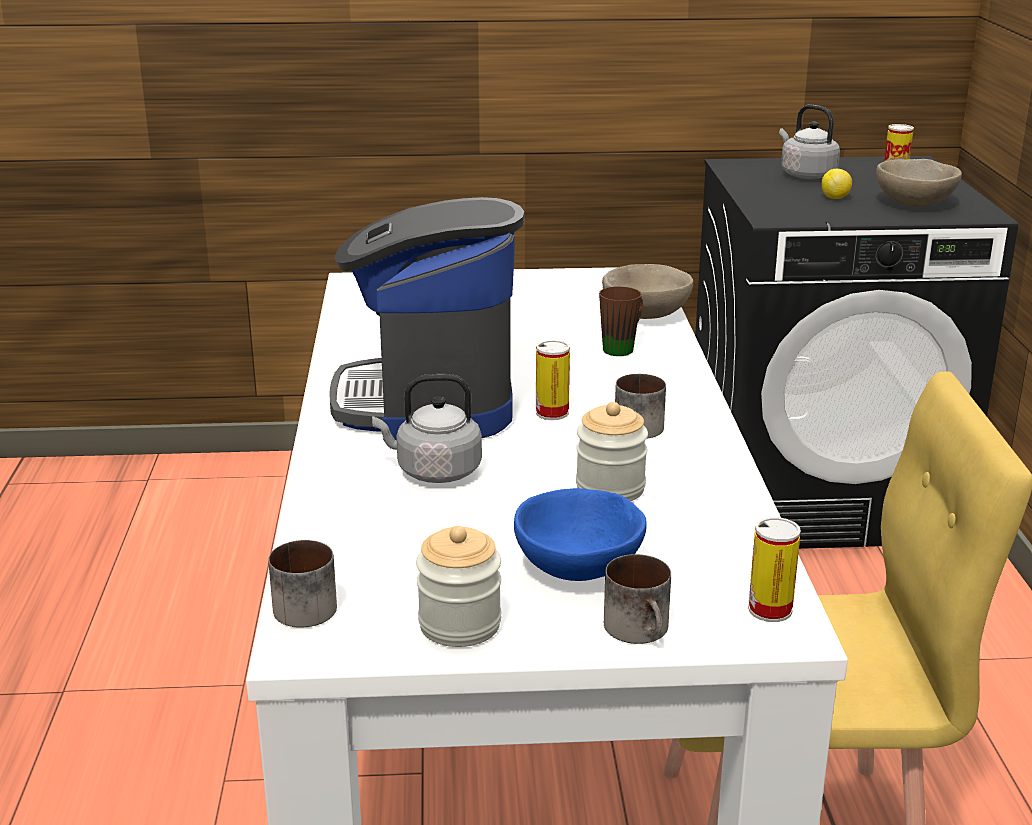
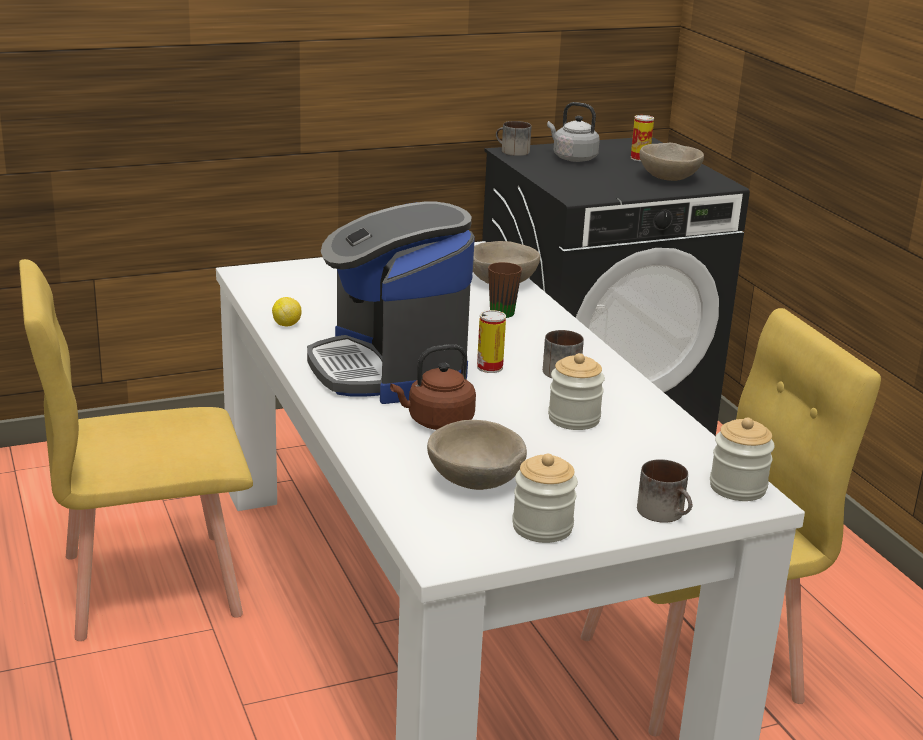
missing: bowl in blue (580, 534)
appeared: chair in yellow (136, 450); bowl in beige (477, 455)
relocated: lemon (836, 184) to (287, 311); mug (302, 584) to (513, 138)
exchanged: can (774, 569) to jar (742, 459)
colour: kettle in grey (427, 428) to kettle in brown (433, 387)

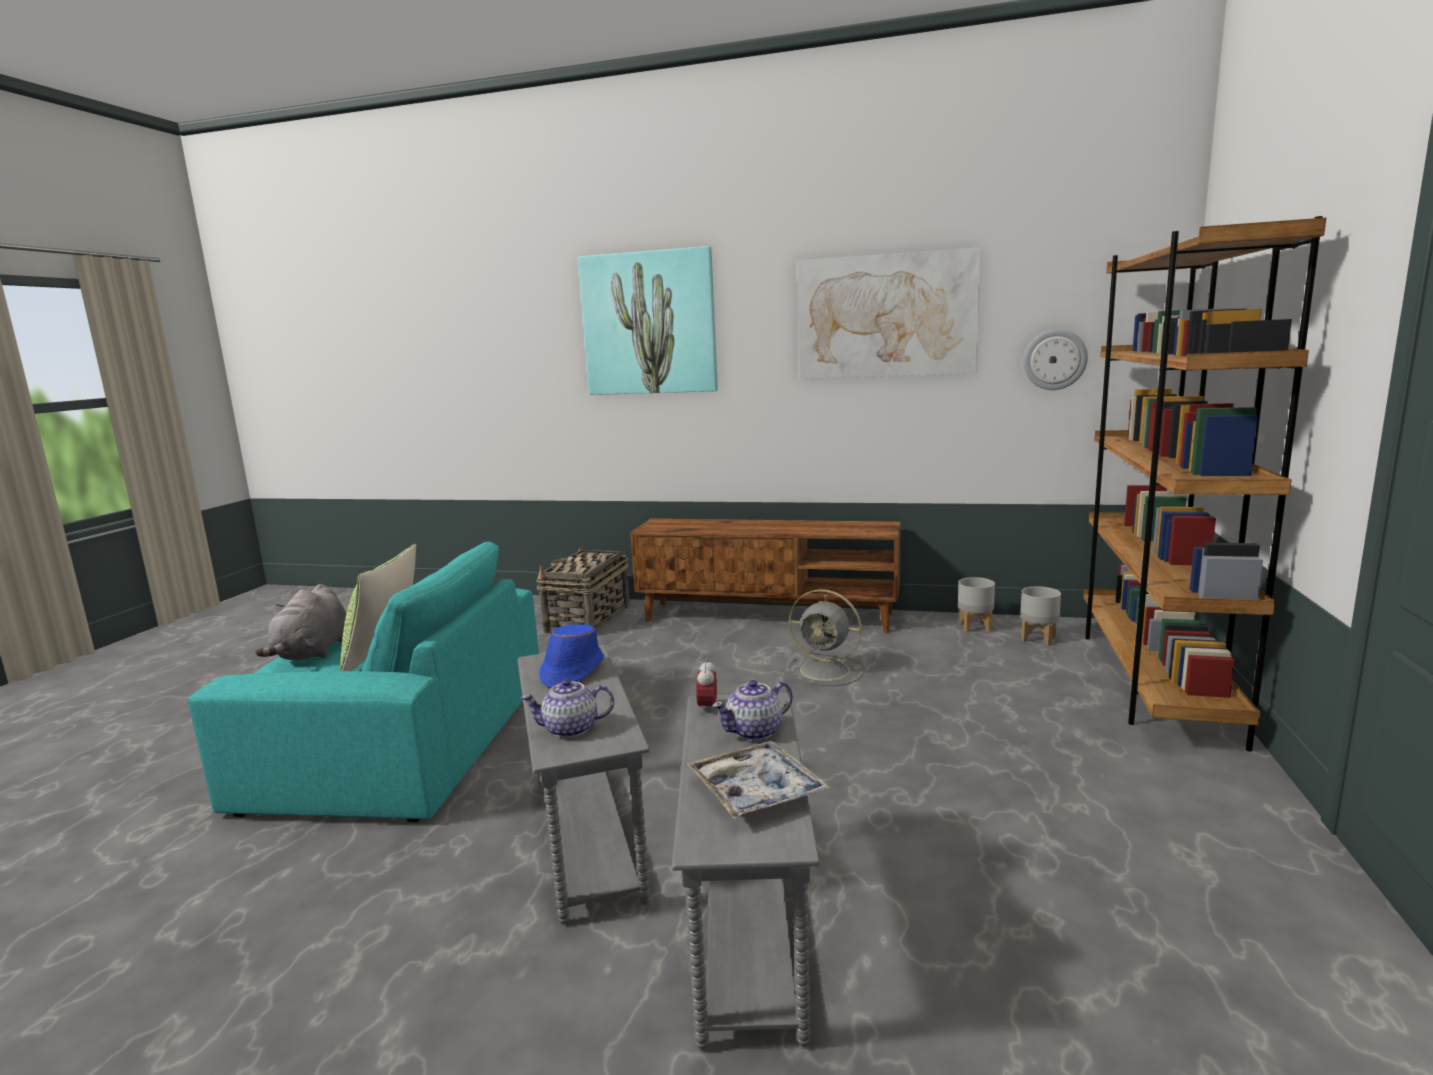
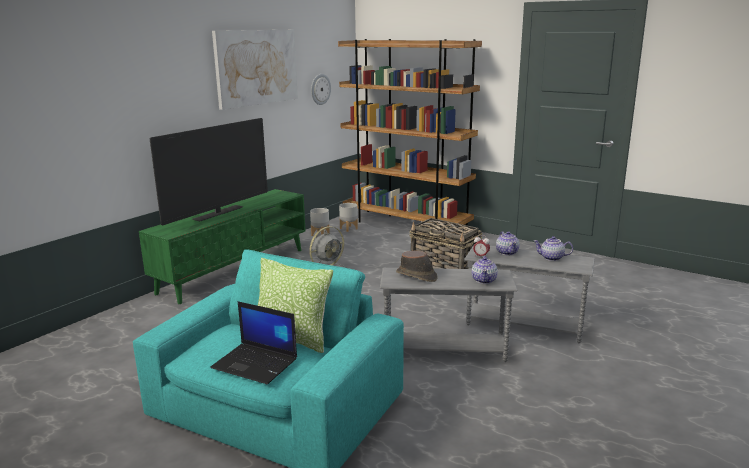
missing: picture (648, 320)
appeared: television (209, 171)
relocated: basket (583, 588) to (445, 243)
exchanged: plush toy in grey (300, 622) to laptop (253, 342); tray (758, 780) to teapot (553, 248)
colour: tv stand in brown (765, 575) to tv stand in green (222, 246); hat in blue (571, 656) to hat in brown (417, 266)

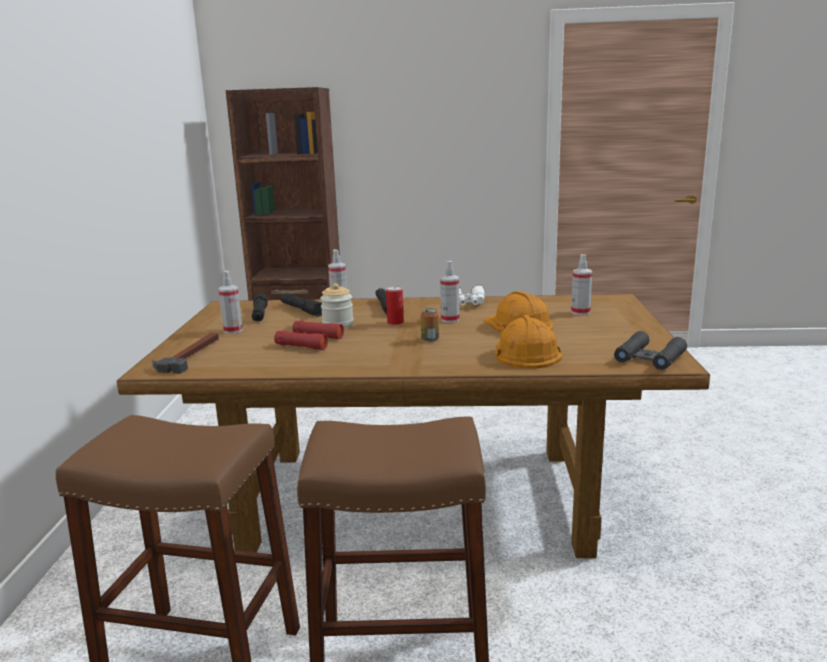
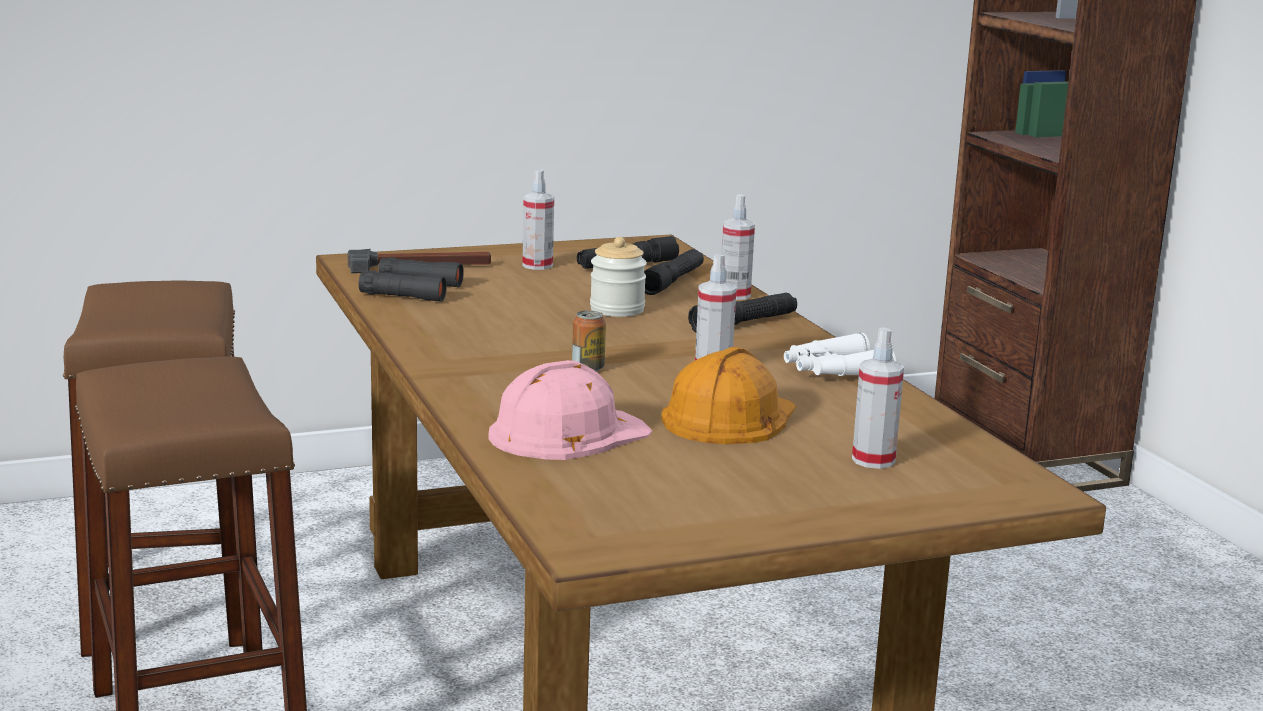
missing: binoculars in red (309, 335); can (395, 305)
relocated: binoculars in black (650, 350) to (411, 279)
colour: hard hat in orange (529, 342) to hard hat in pink (570, 410)

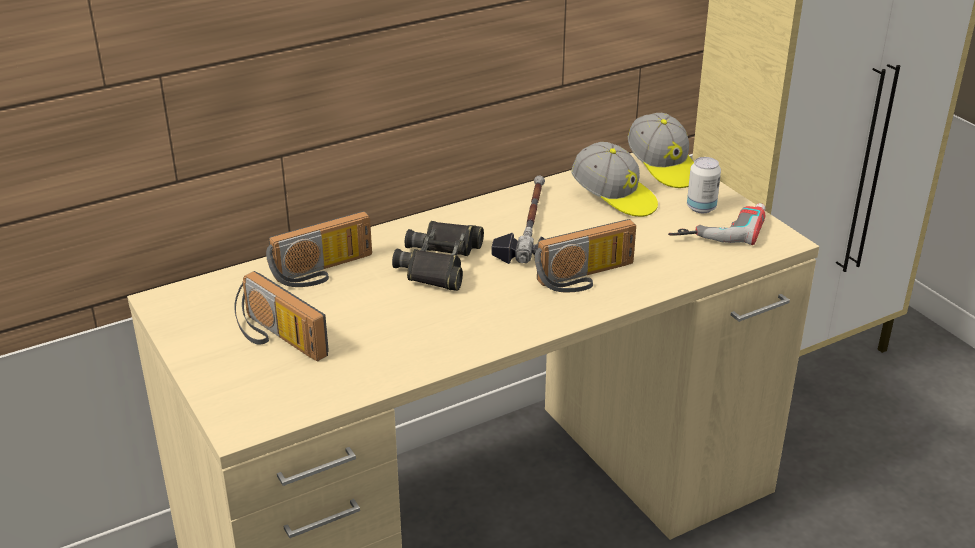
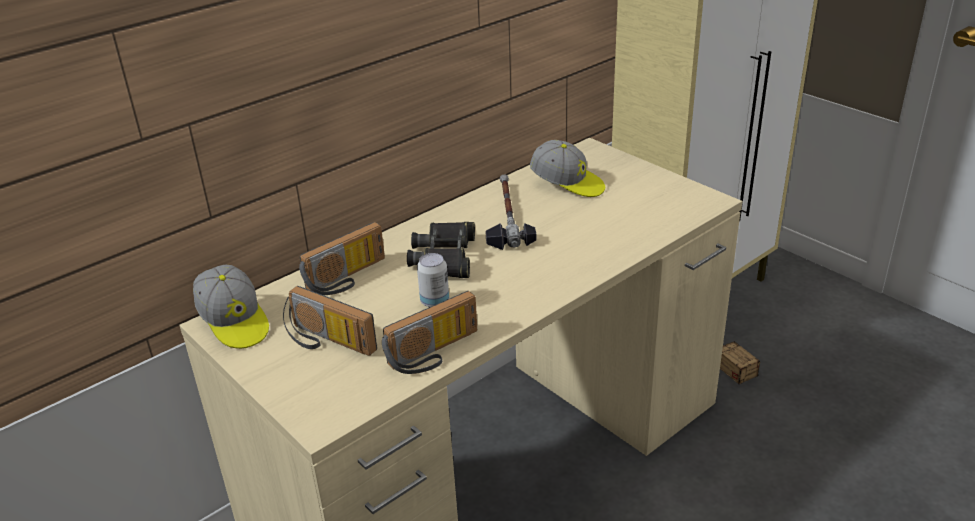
missing: power drill (717, 224)
appeared: storage box (762, 363)
relocated: cap (661, 150) to (231, 307); radio (585, 256) to (429, 332); can (704, 185) to (433, 280)

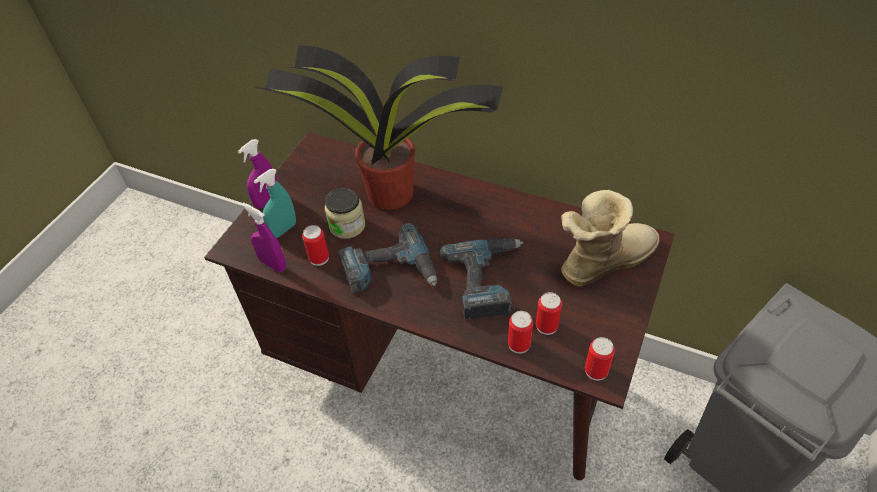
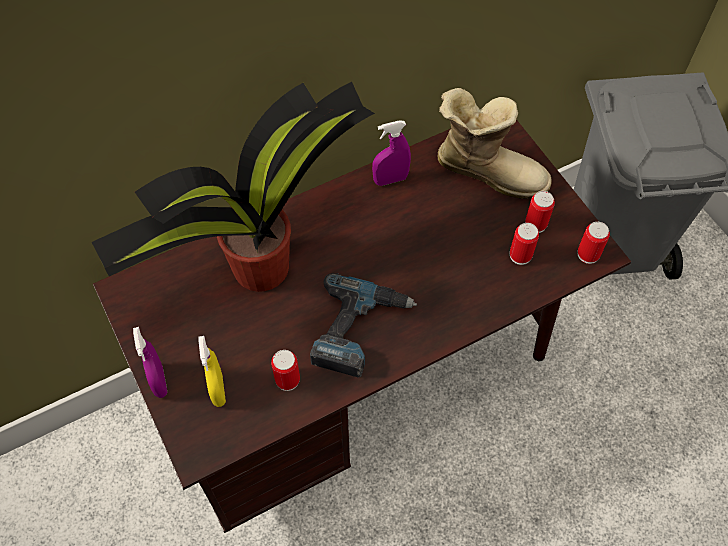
missing: jar (345, 213); power drill (482, 279)
relocated: spray bottle in purple (264, 237) to (391, 153); can (520, 332) to (540, 212)
colour: spray bottle in turquoise (275, 203) to spray bottle in yellow (212, 371)
spun: boot (610, 238) = (495, 143) 105 degrees clockwise

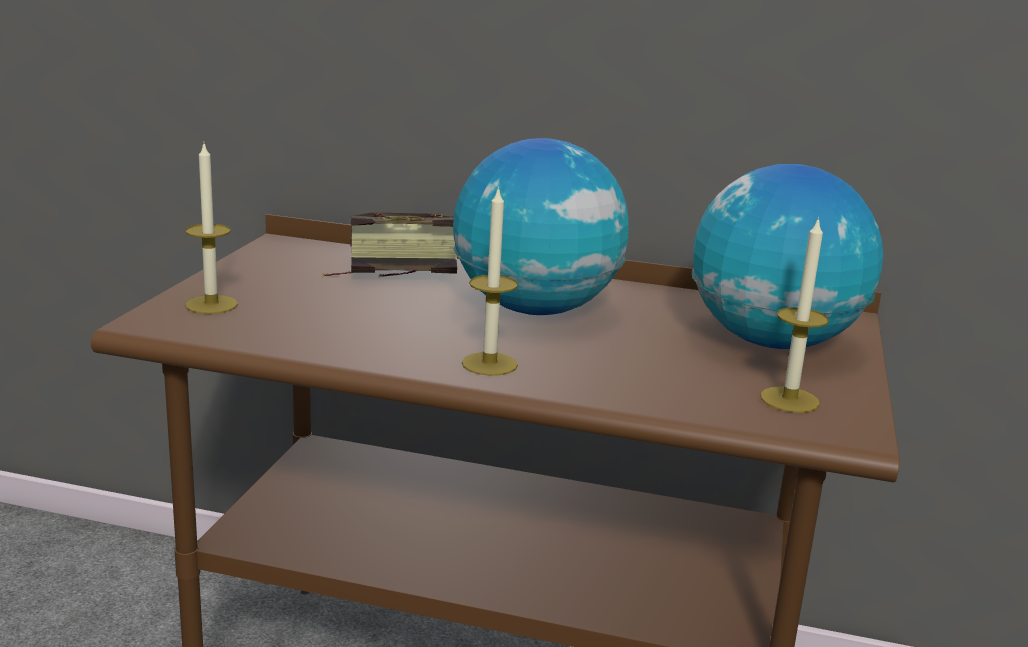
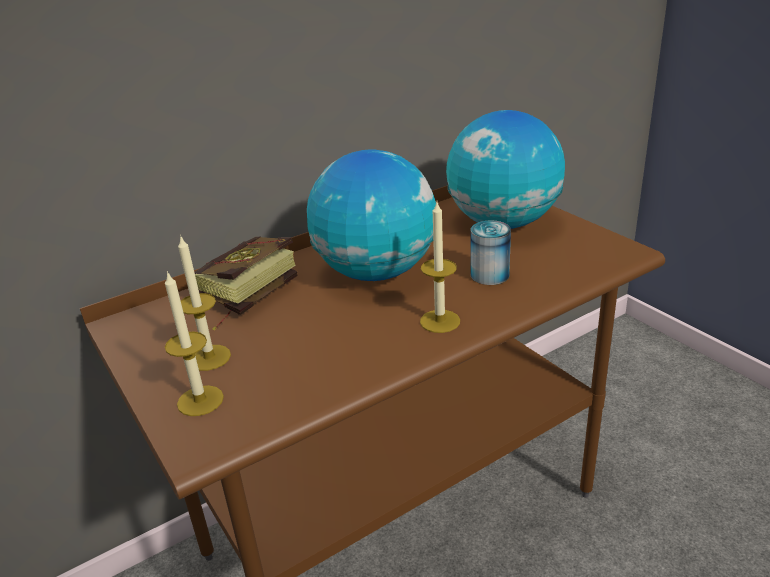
appeared: can (491, 252)
relocated: candle (794, 315) to (204, 303)

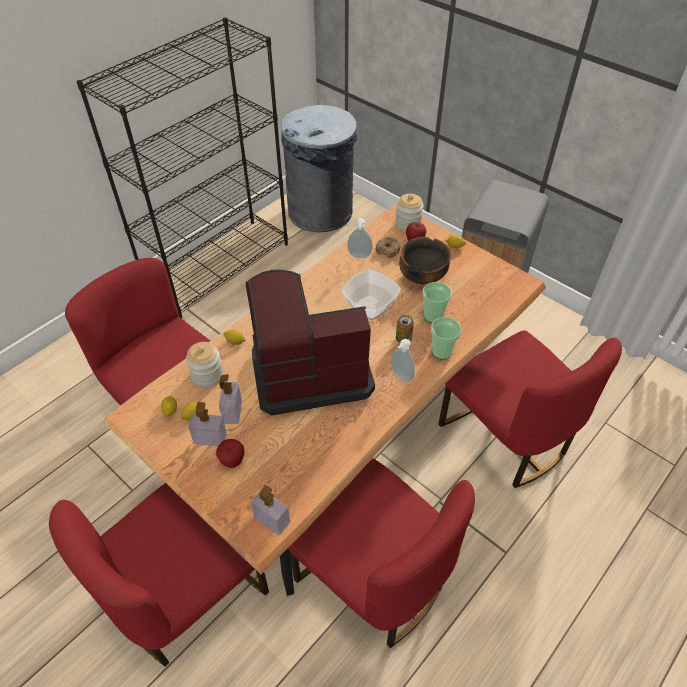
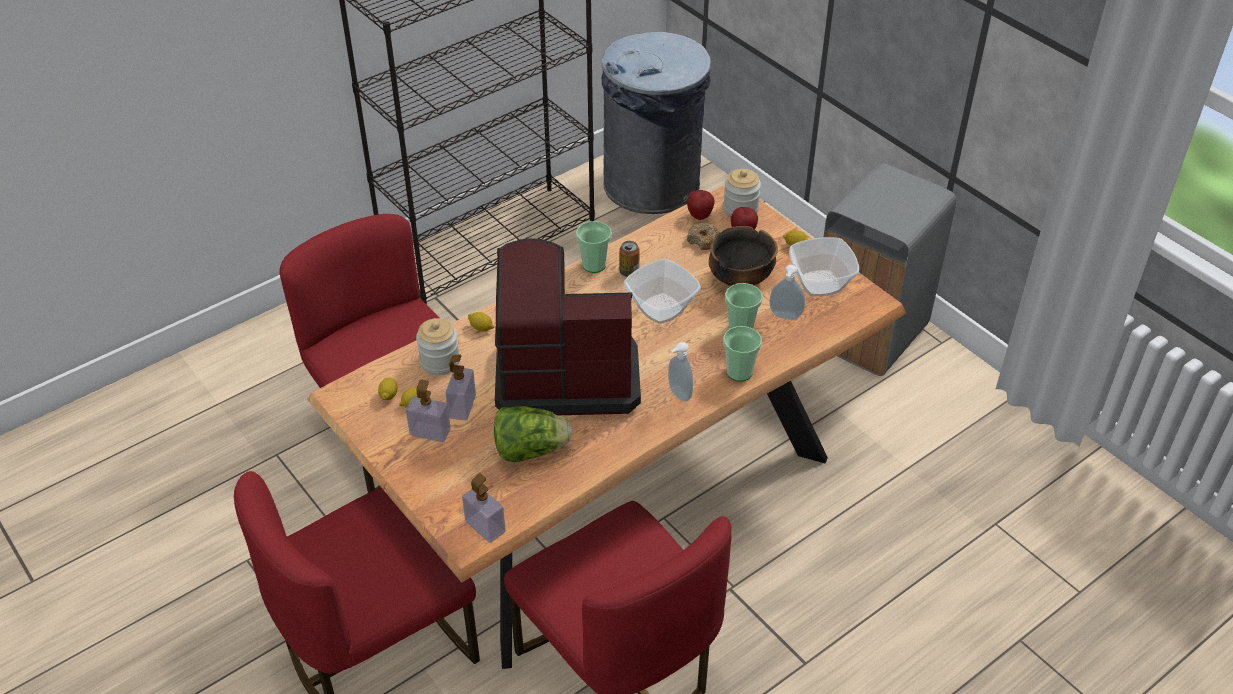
missing: chair in red (530, 409)
appeared: lettuce (533, 434); cup (594, 247); bowl (824, 266)
relocated: can (405, 329) to (629, 259); apple (230, 453) to (701, 205); soap dispenser (360, 238) to (787, 292)

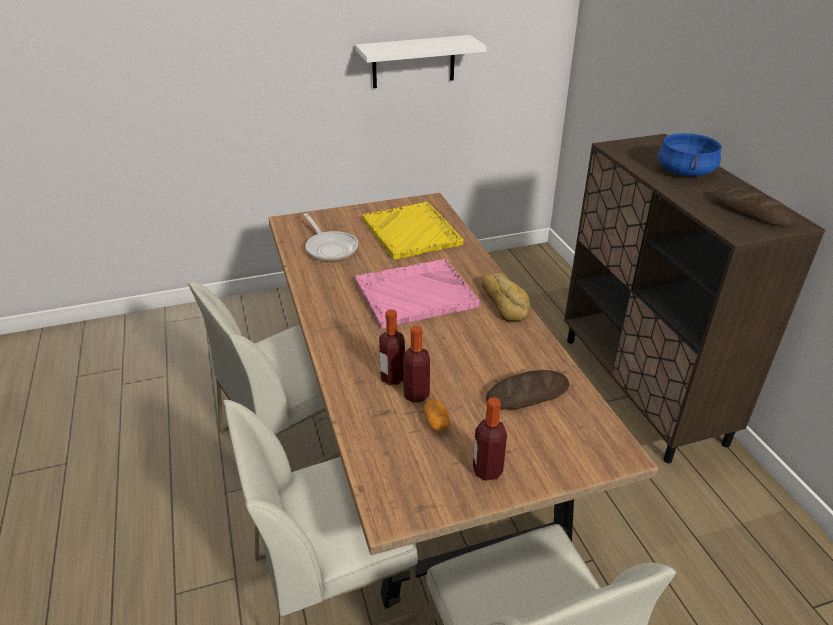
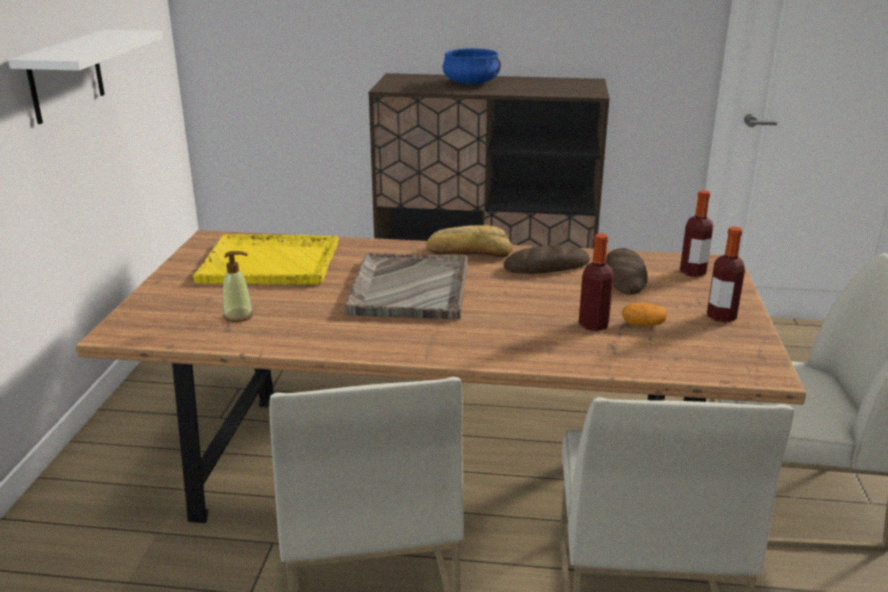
relocated: bread (753, 207) to (547, 259); bottle (392, 347) to (696, 233)
exchanged: frying pan (330, 237) to soap dispenser (238, 286)
colour: tray in pink (417, 294) to tray in grey (406, 286)

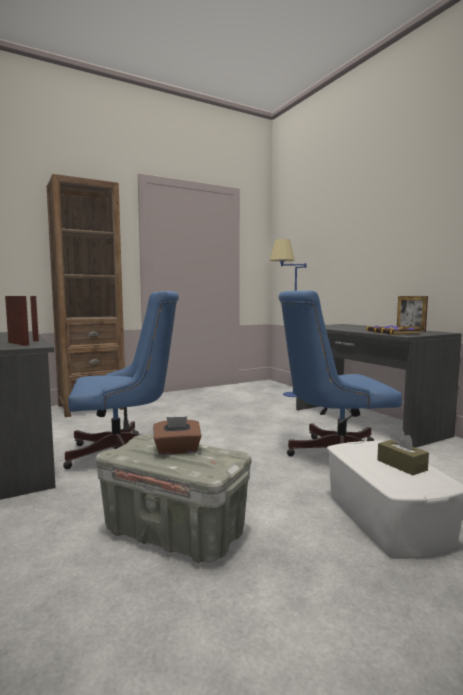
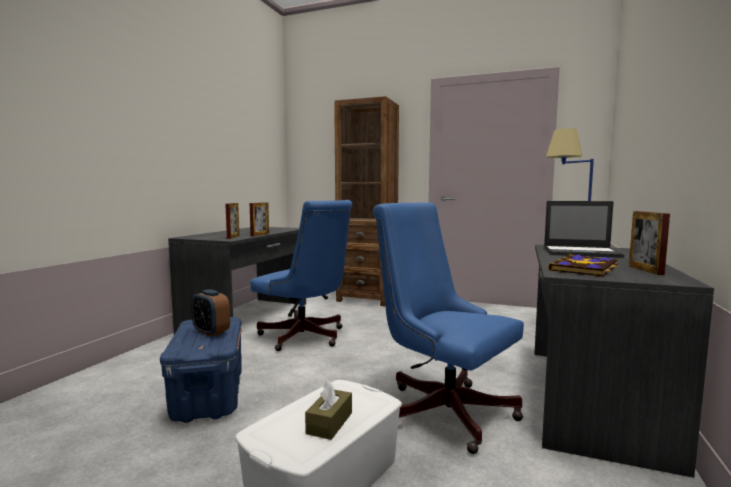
appeared: laptop (584, 229)
exchanged: tissue box in brown (177, 436) to alarm clock (210, 313)
colour: storage box in grey (173, 498) to storage box in blue (201, 370)

